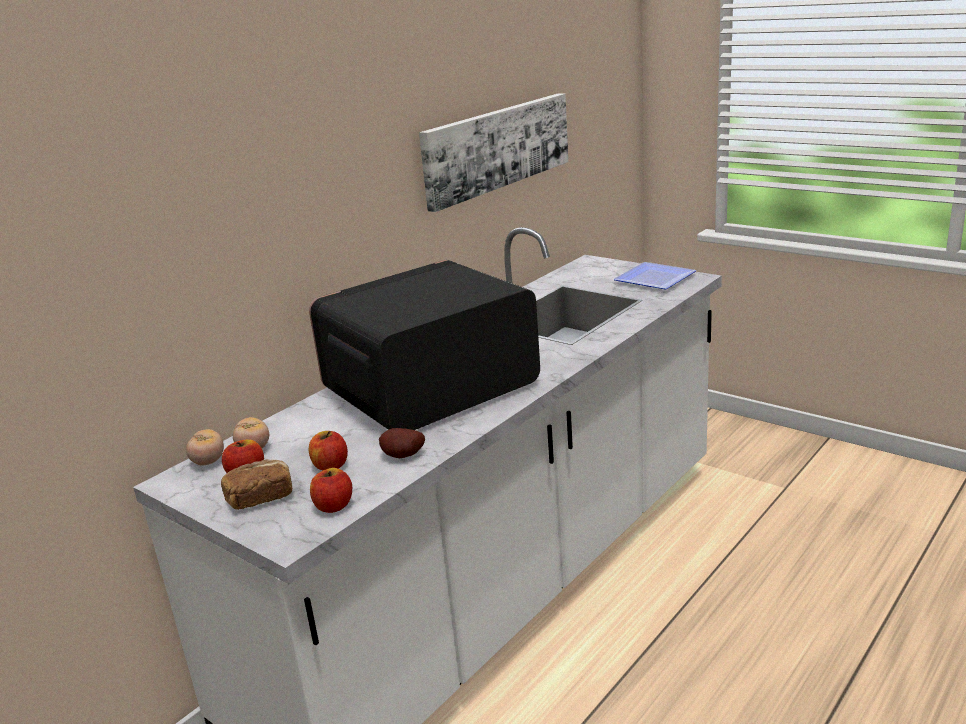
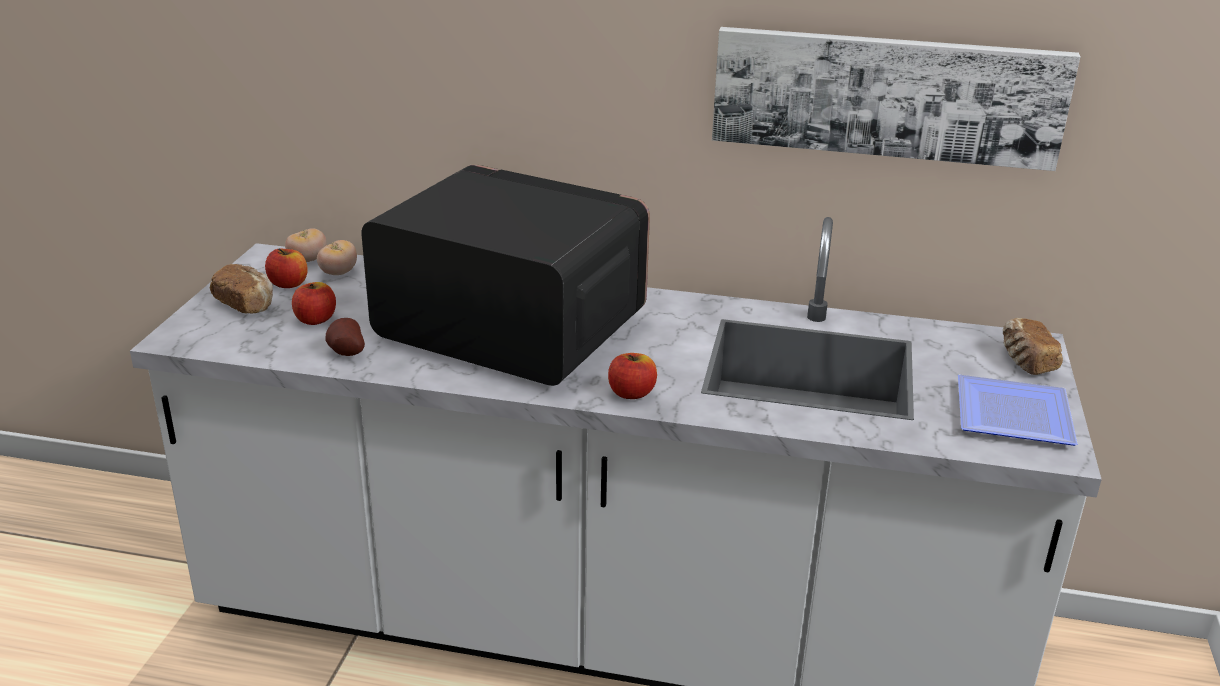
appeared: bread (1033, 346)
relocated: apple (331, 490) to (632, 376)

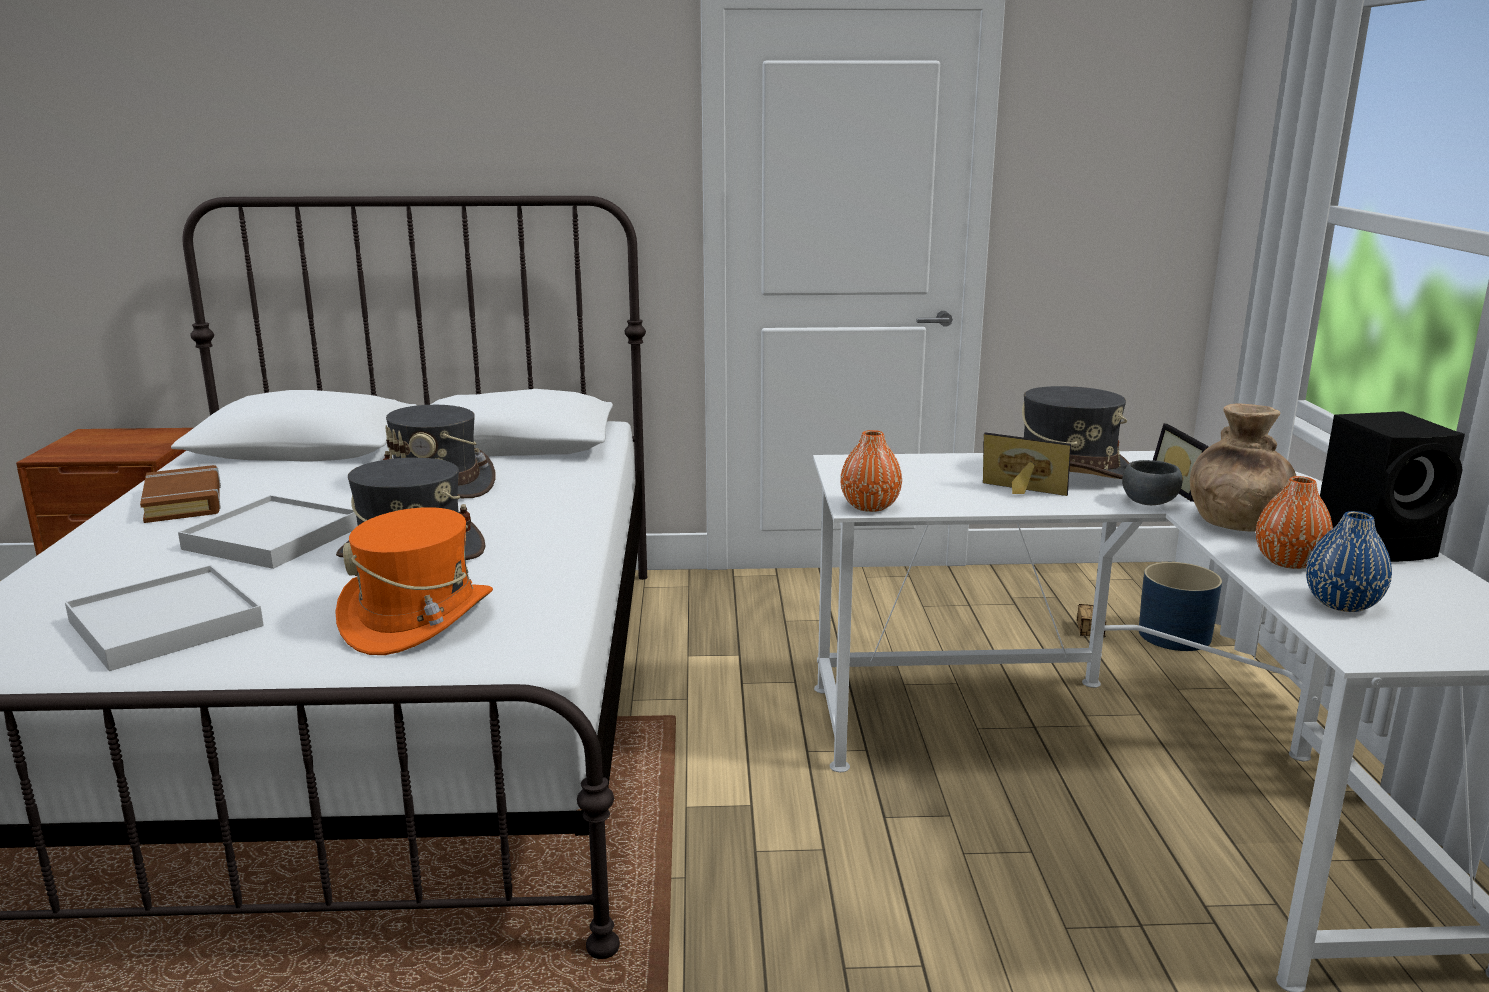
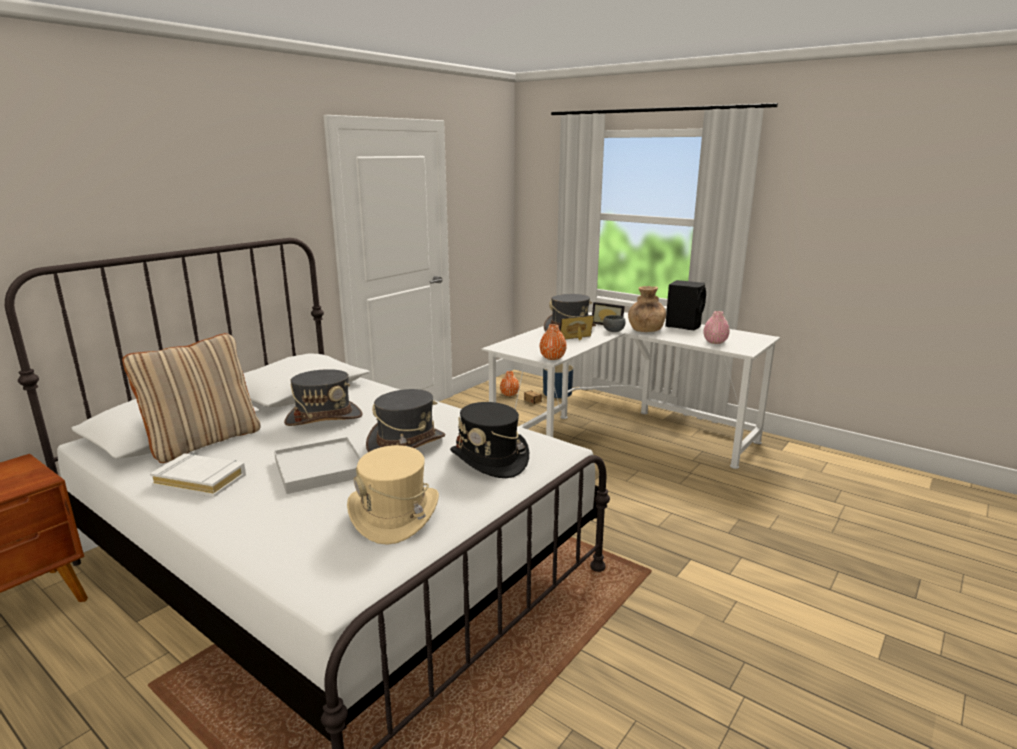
appeared: pillow in beige (191, 398)
relocated: vase in orange (1294, 522) to (509, 384)
exchanged: tray in white (164, 618) to hat in beige (393, 495)
colour: book in brown (180, 494) to book in white (198, 475); hat in orange (414, 581) to hat in black (489, 440); vase in blue (1349, 561) to vase in pink (716, 327)

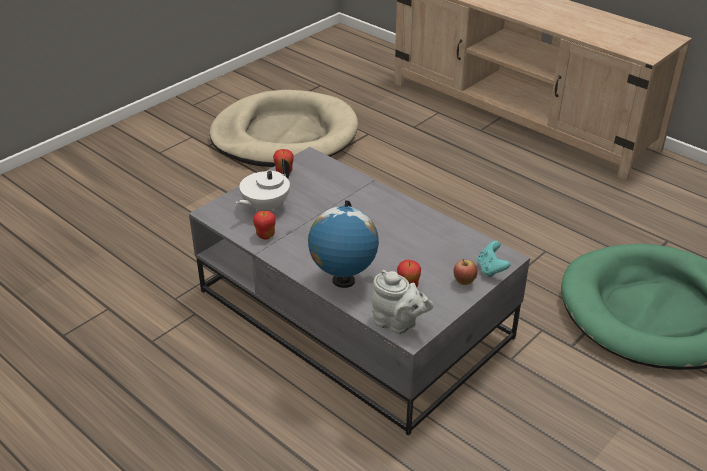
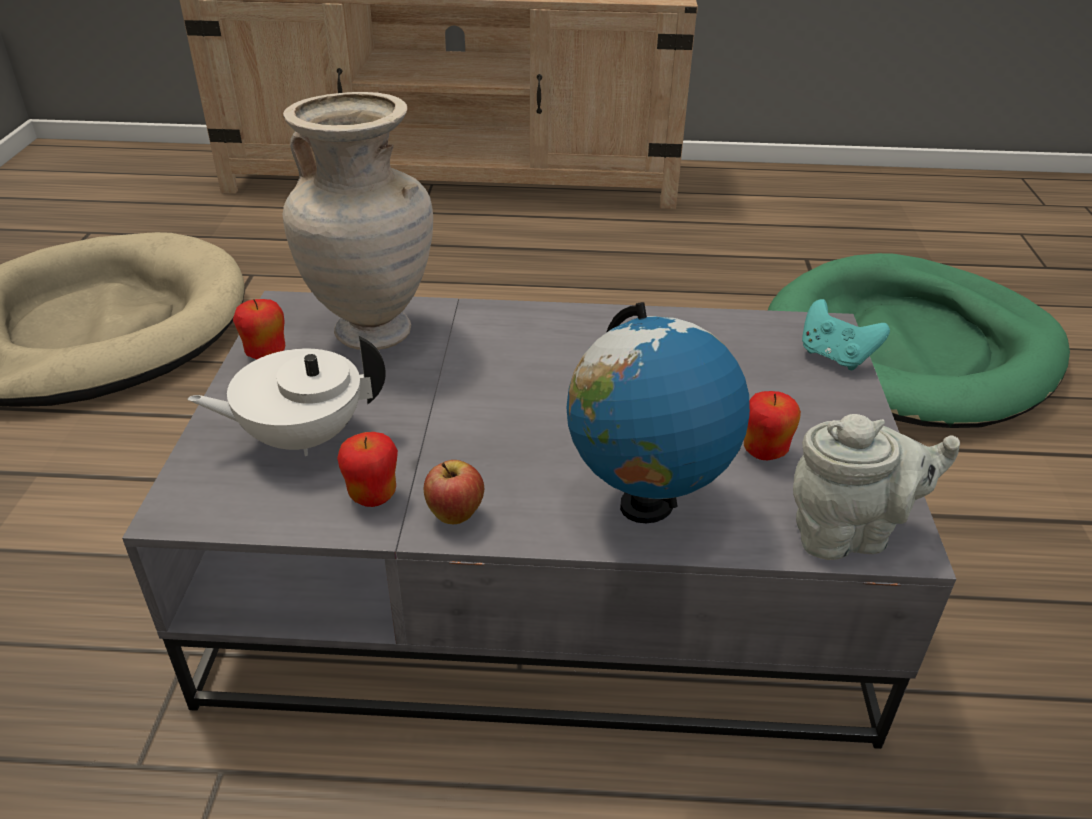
appeared: vase in beige (358, 221)
relocated: apple (465, 272) to (454, 492)
spun: teapot in white (263, 185) = (286, 396) 75 degrees clockwise

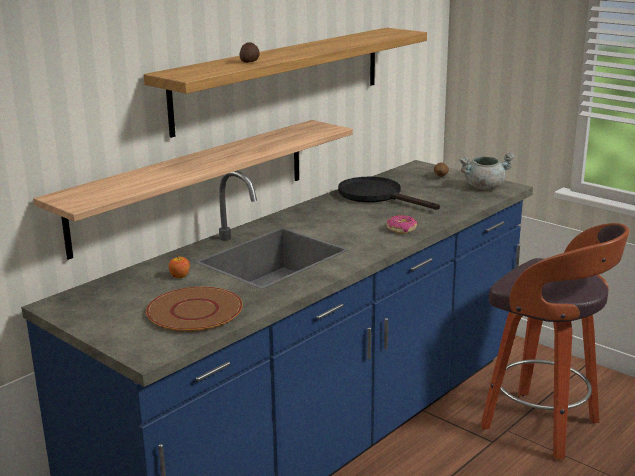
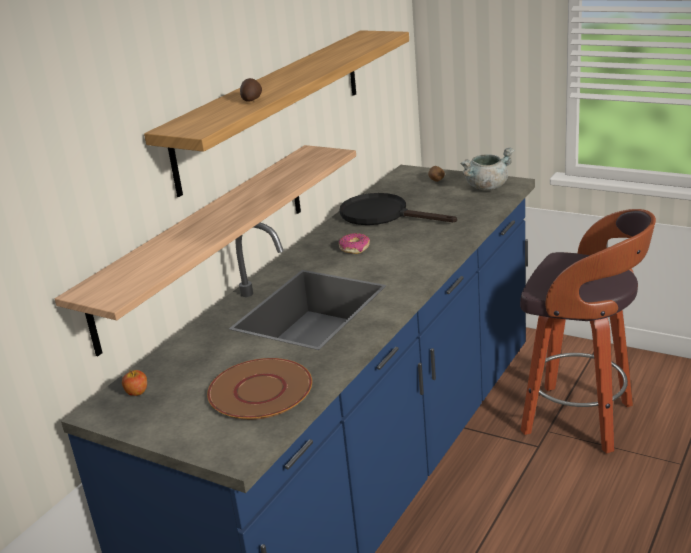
relocated: apple (179, 266) to (134, 383); donut (402, 224) to (354, 243)

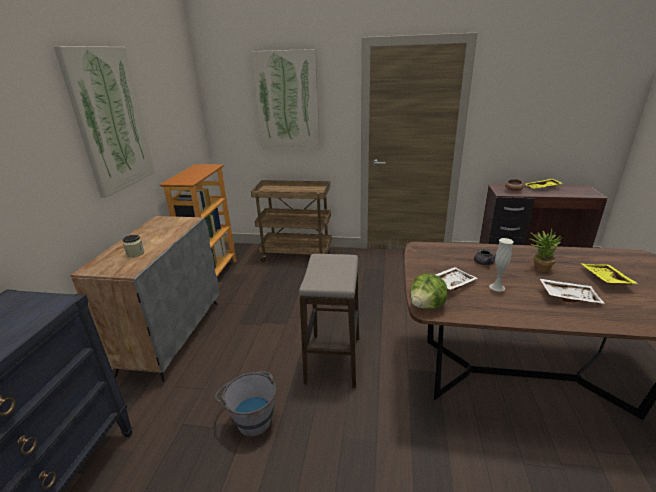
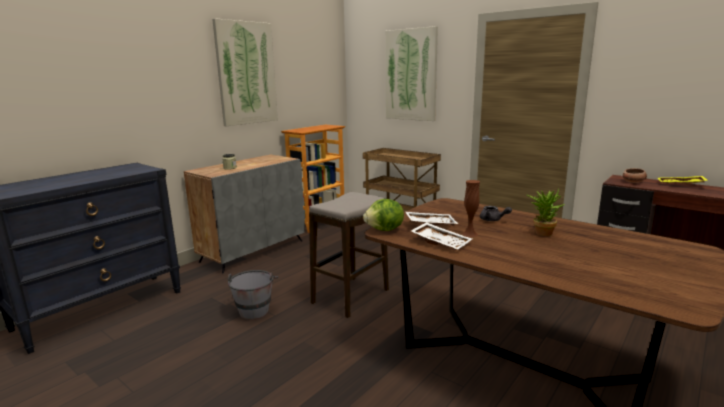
missing: tray in yellow (609, 274)
relocated: tray in white (572, 291) to (441, 236)
colour: vase in white (501, 265) to vase in brown (471, 208)

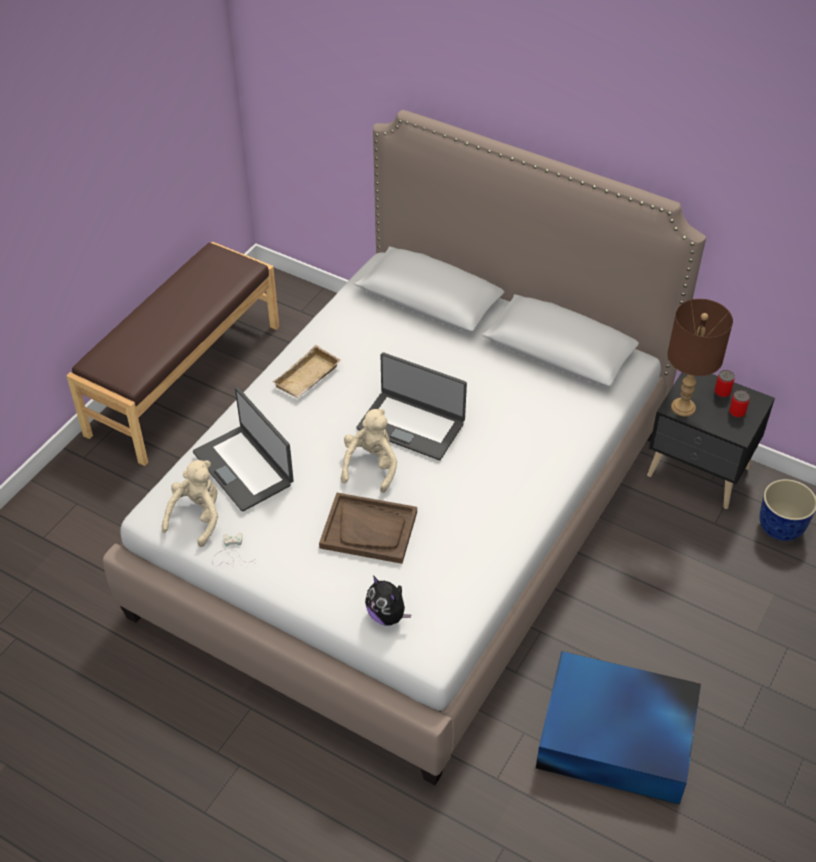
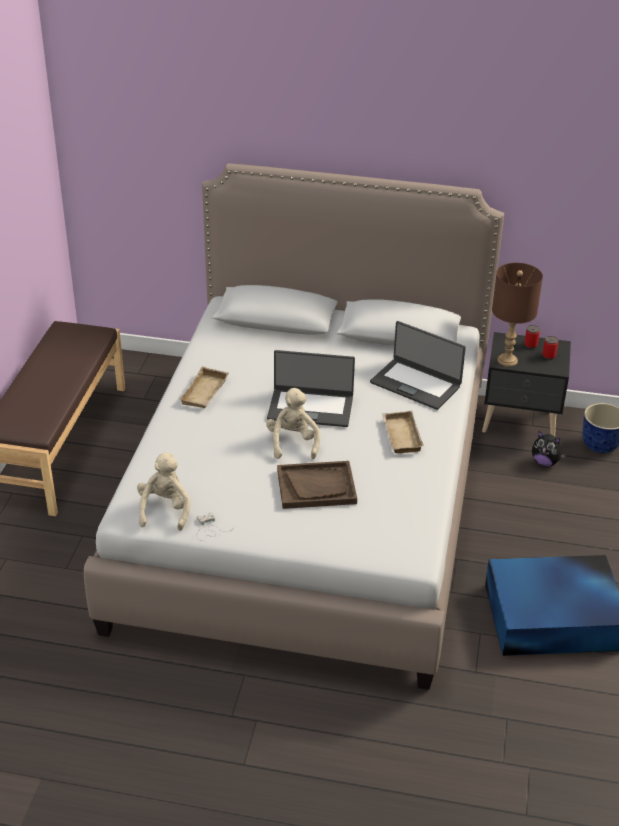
appeared: tray in beige (403, 432)
relocated: laptop (243, 449) to (418, 365); plush toy (388, 600) to (549, 448)

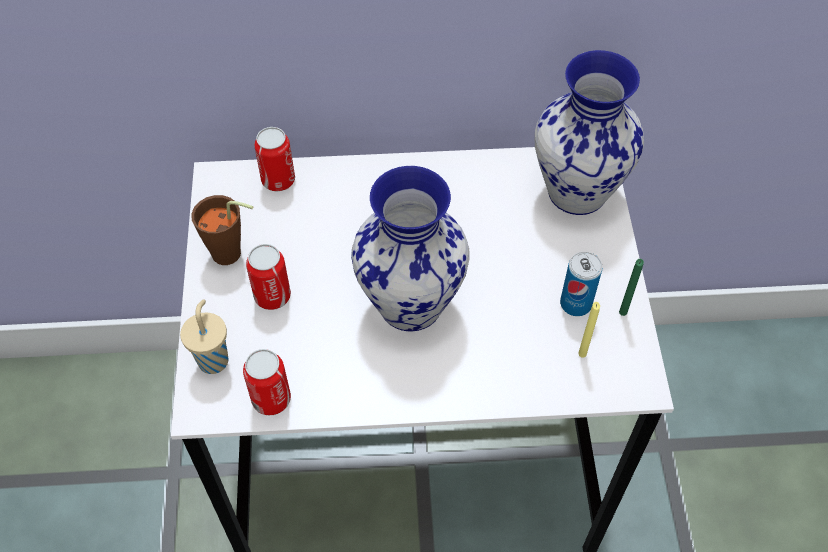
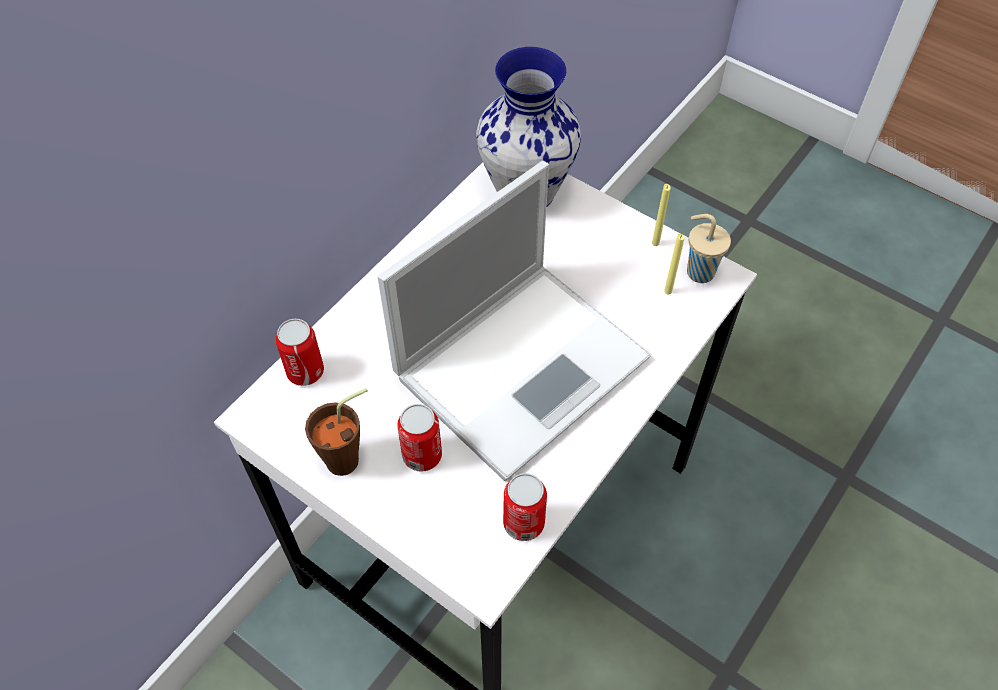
missing: can (581, 284)
relocated: cup in beige (204, 336) to (709, 248)
exchanged: vase (410, 248) to laptop (514, 321)
colour: candle in green (631, 287) to candle in yellow (661, 215)

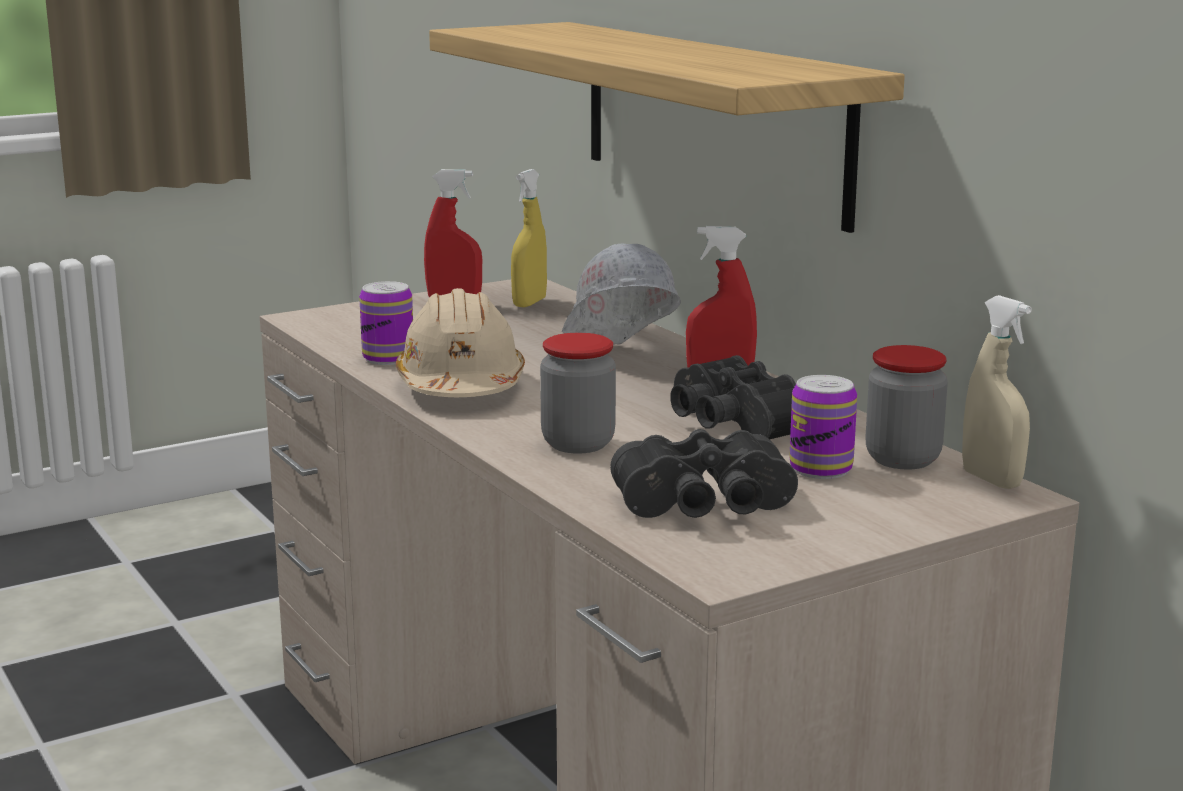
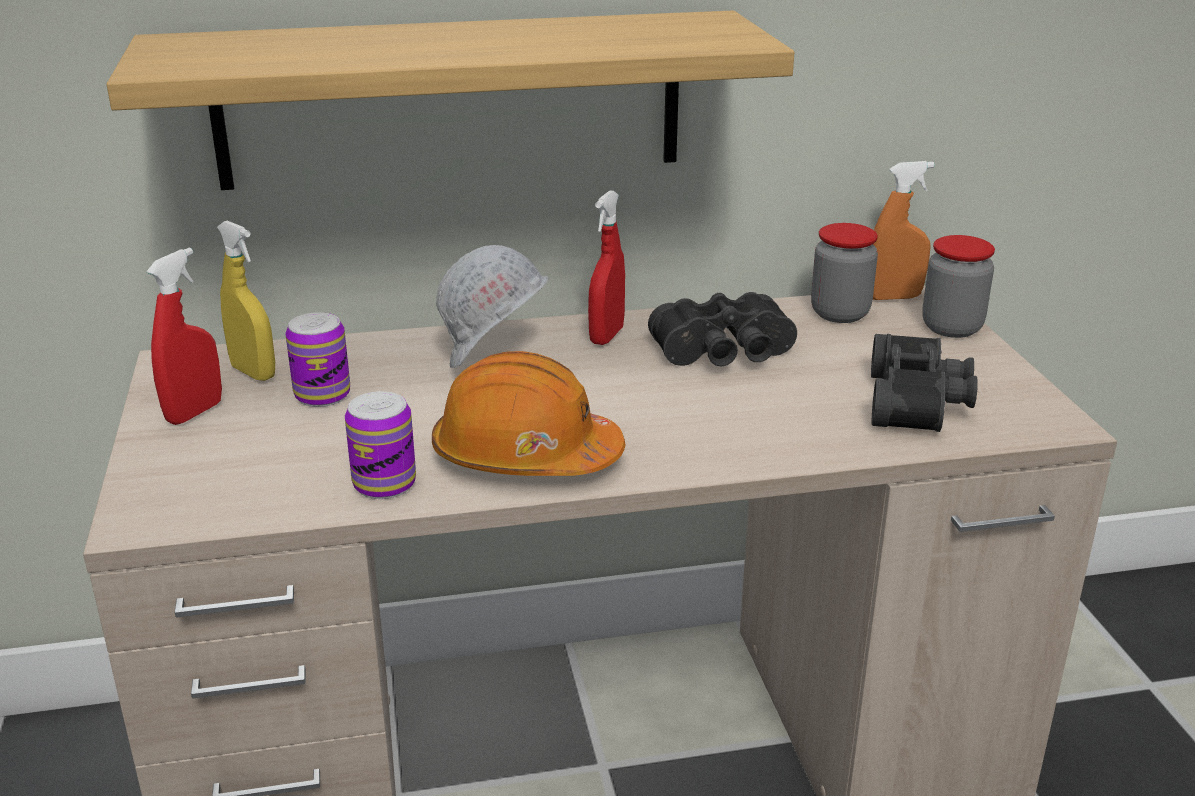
relocated: can (823, 427) to (318, 359); jar (578, 393) to (958, 286)
colour: hard hat in beige (460, 342) to hard hat in orange (528, 413); spray bottle in beige (997, 392) to spray bottle in orange (904, 230)

